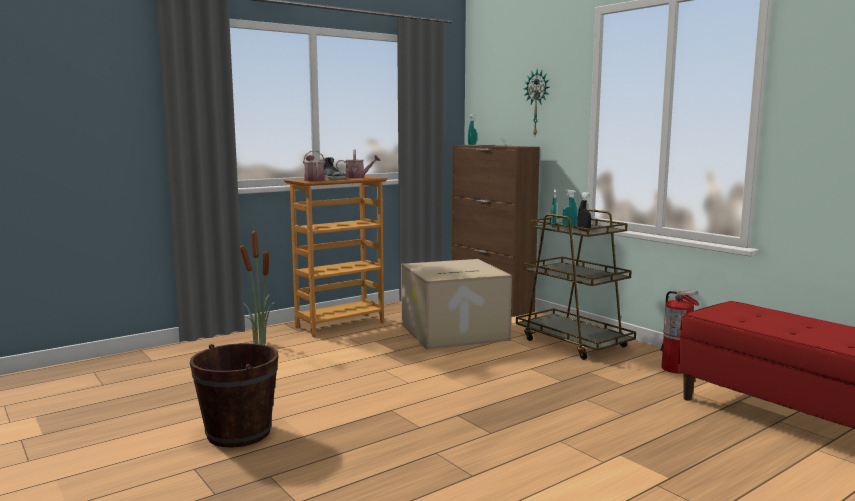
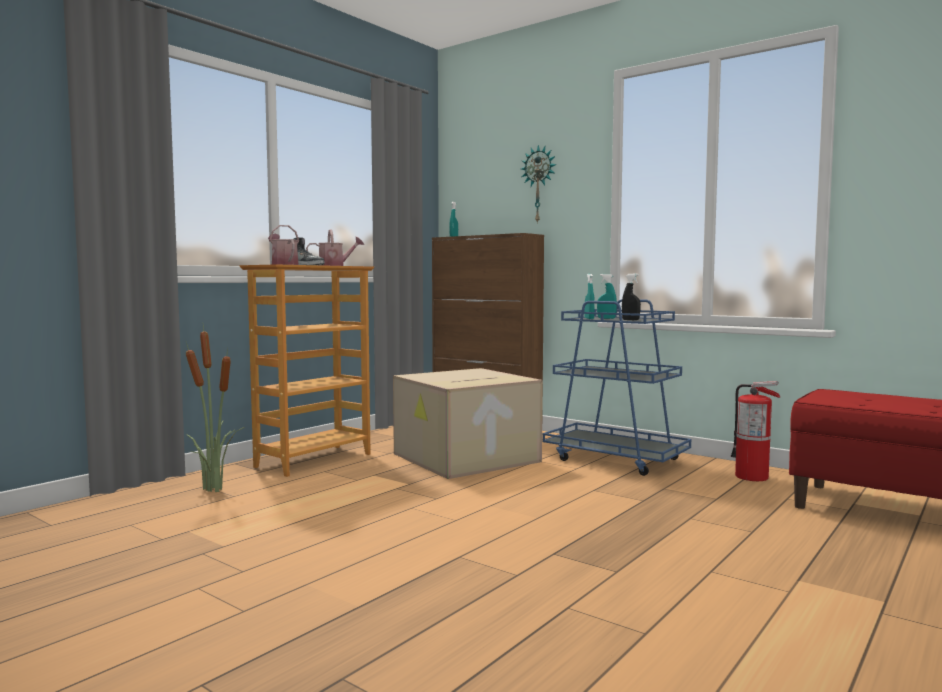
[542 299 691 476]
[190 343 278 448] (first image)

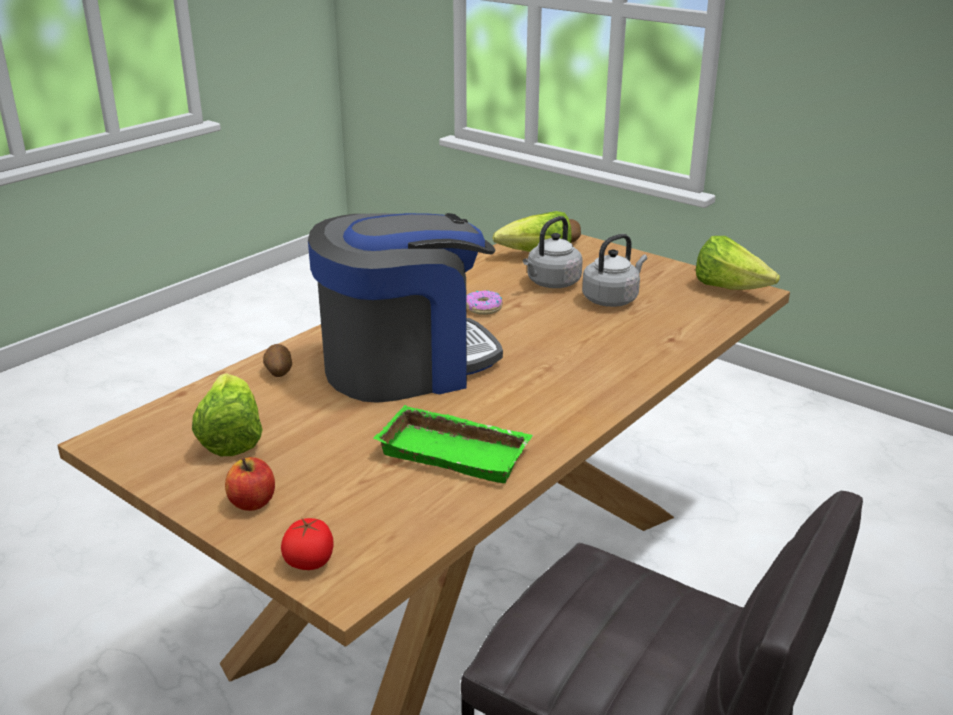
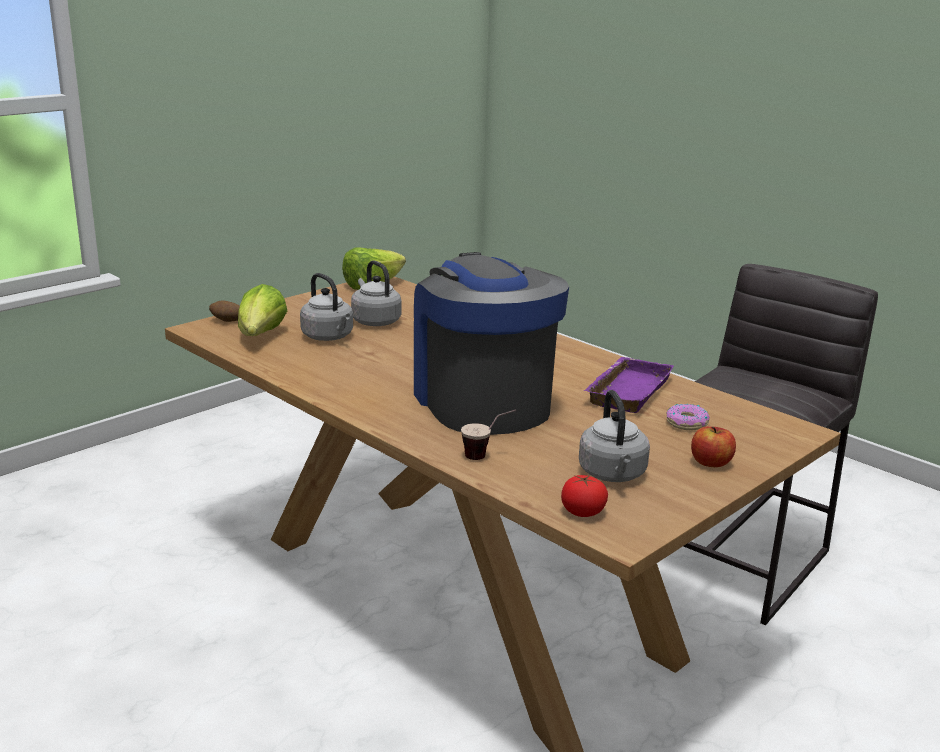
[666 403 710 430]
[461 409 516 460]
[579 390 650 482]
[584 357 674 413]
[561 475 608 517]

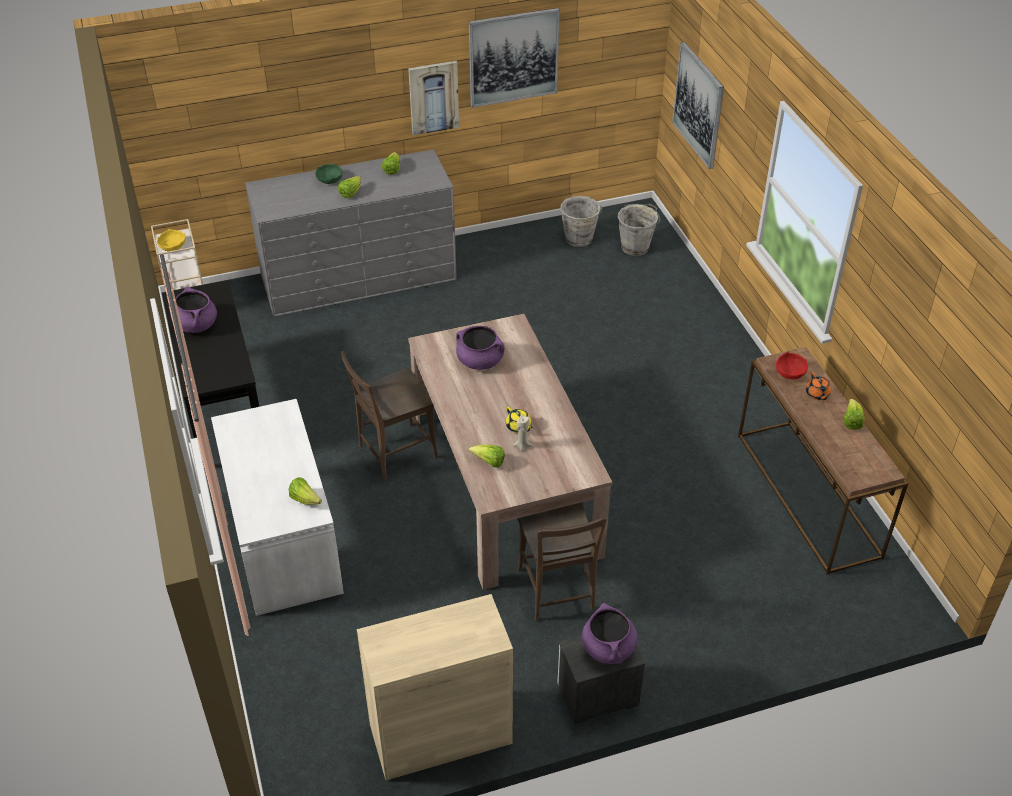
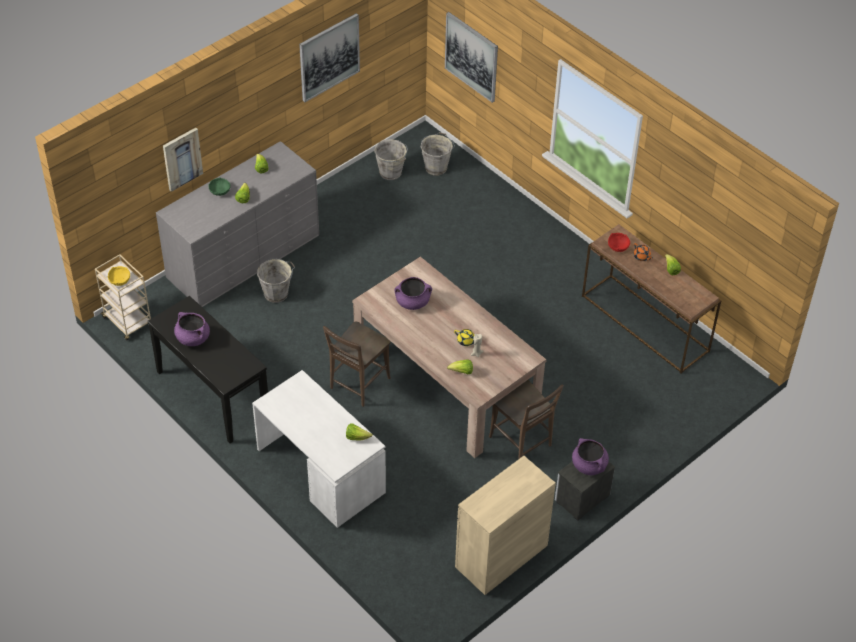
[163 128 203 192]
[257 258 295 303]

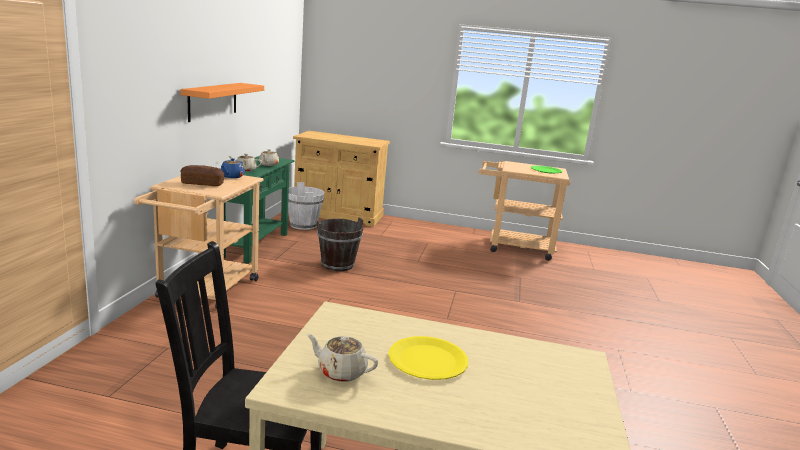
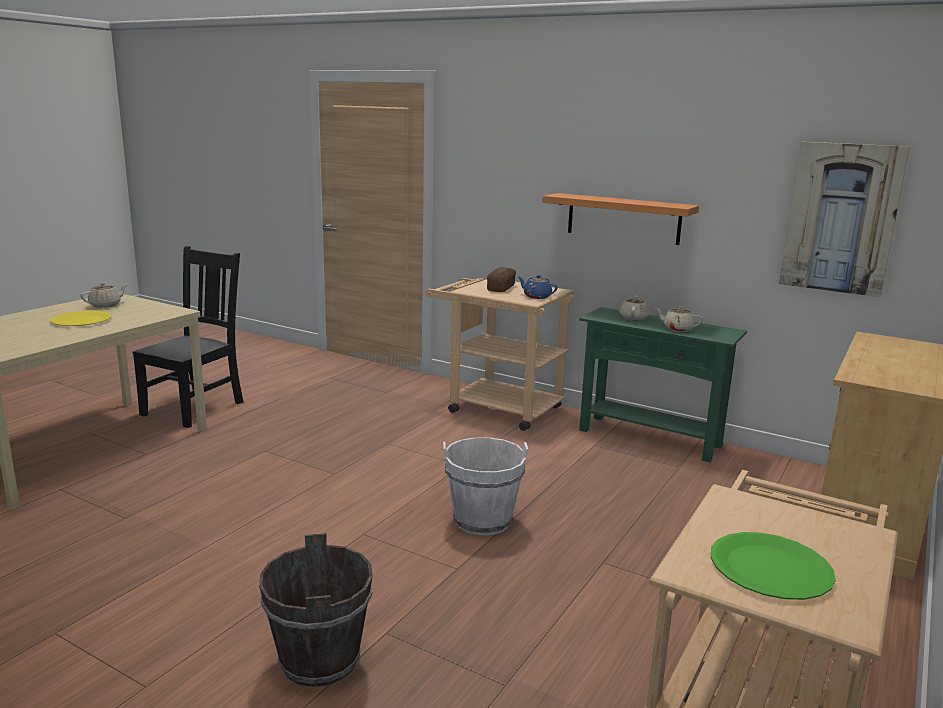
[443 437 528 535]
[259 533 373 687]
[779 142 910 297]

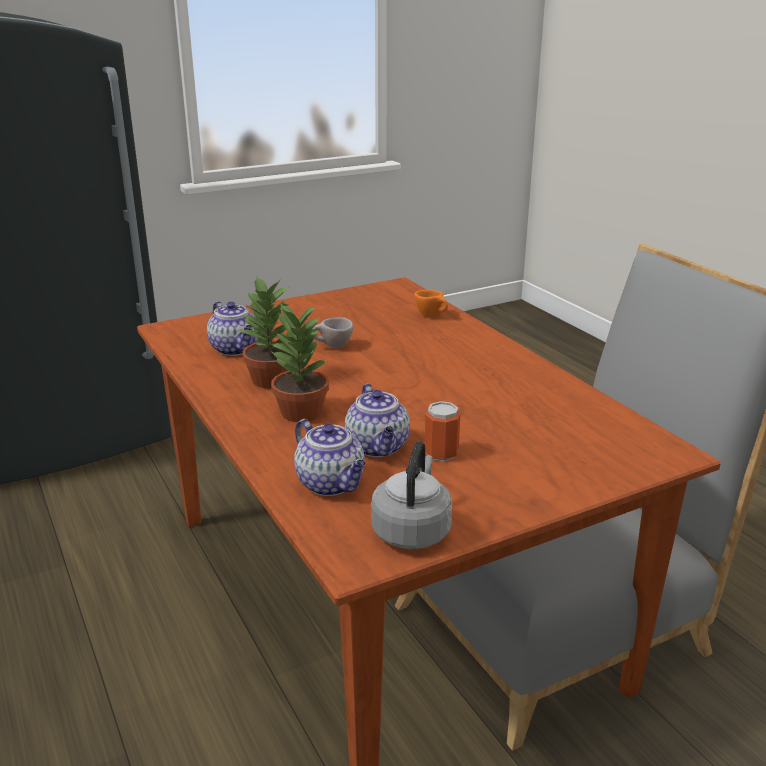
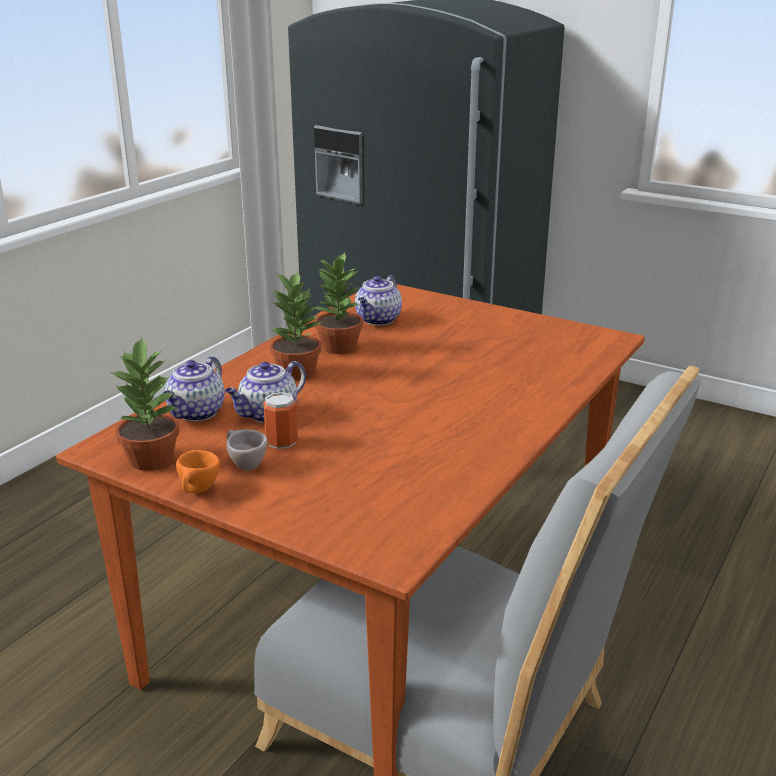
[176 450 220 494]
[226 430 268 471]
[110 337 179 471]

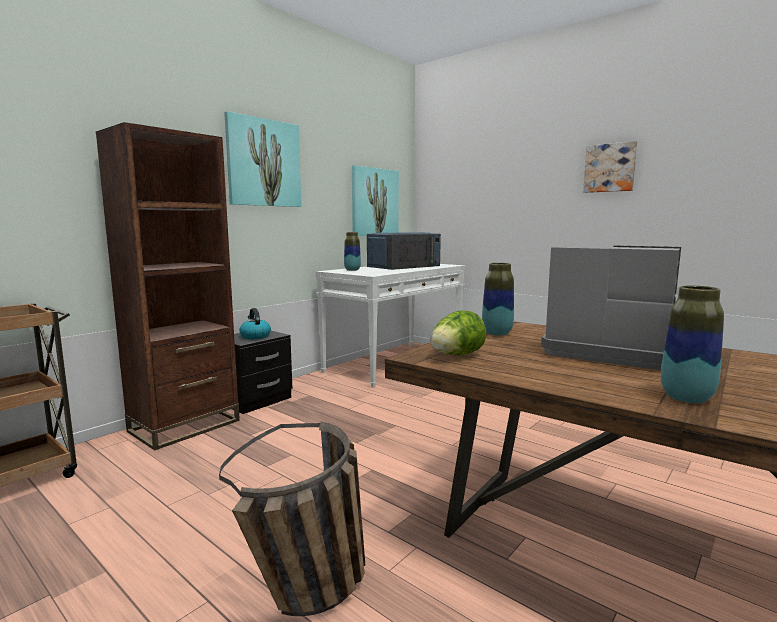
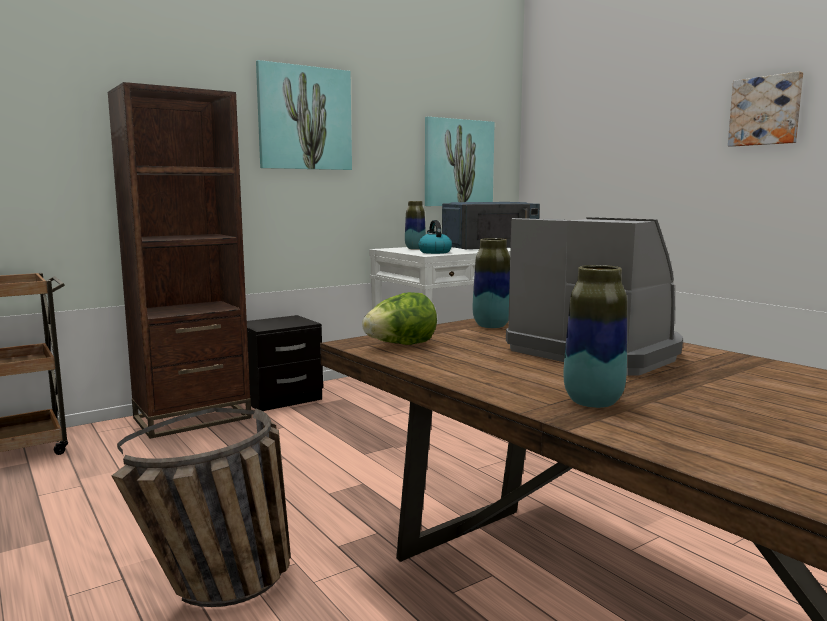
[418 220 452 254]

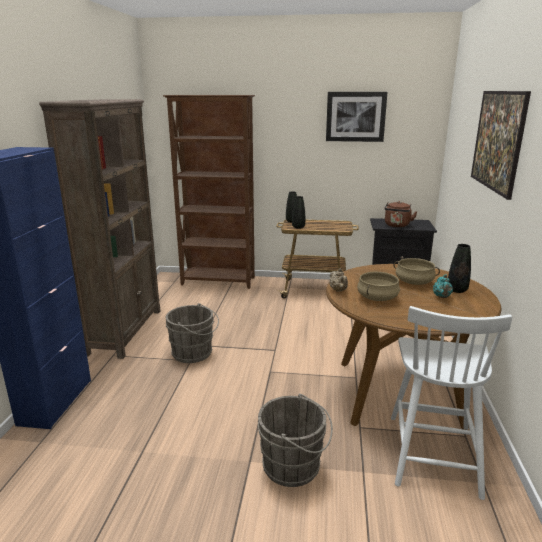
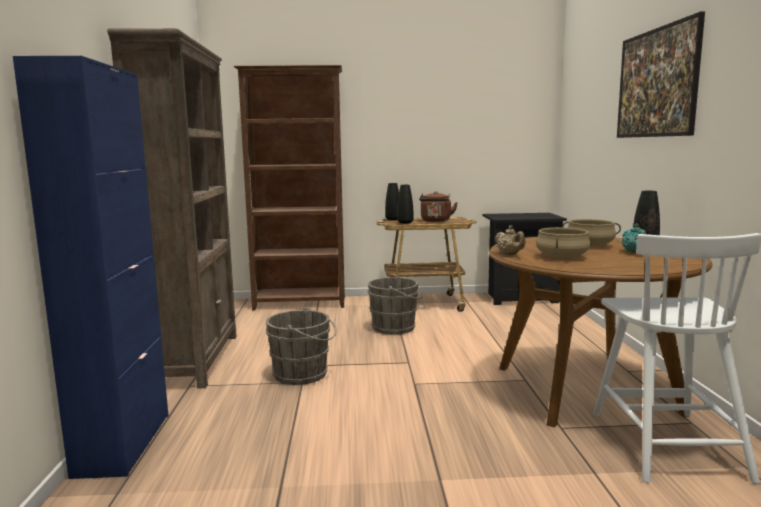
[326 92 388 142] (first image)
[419 191 458 222]
[367 275 423 335]

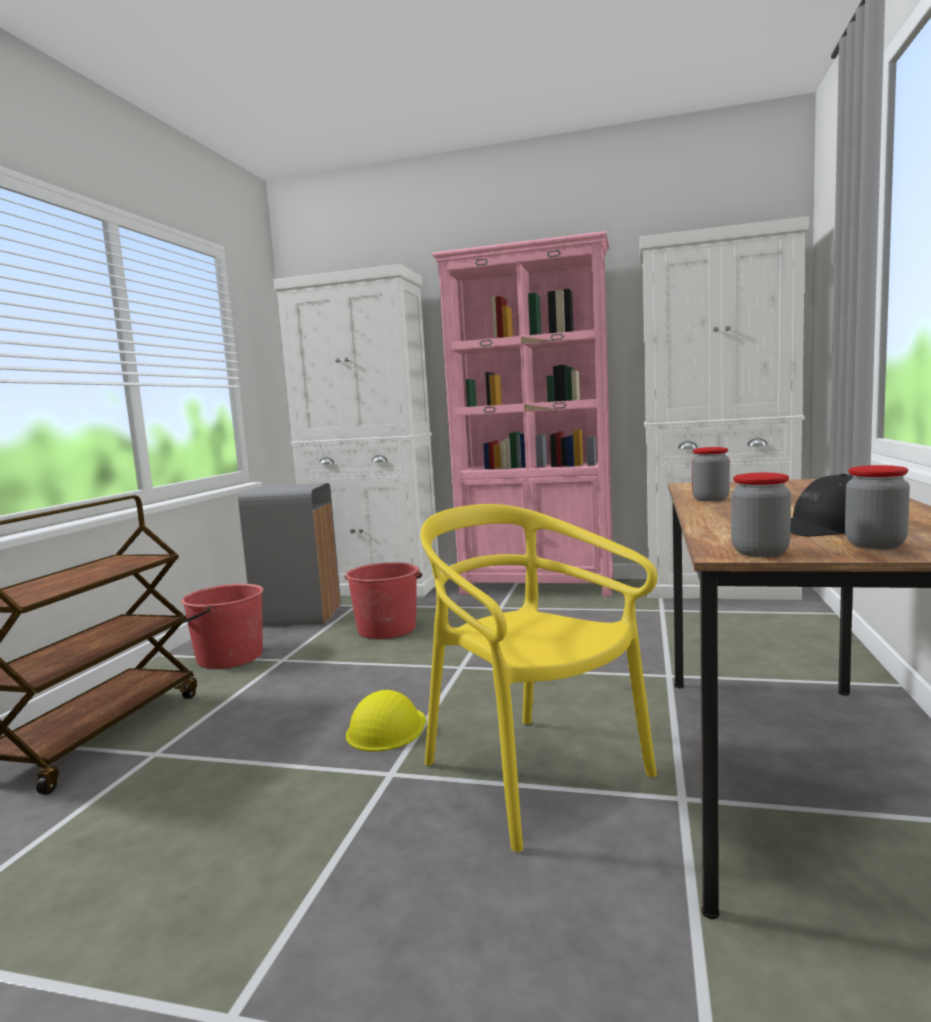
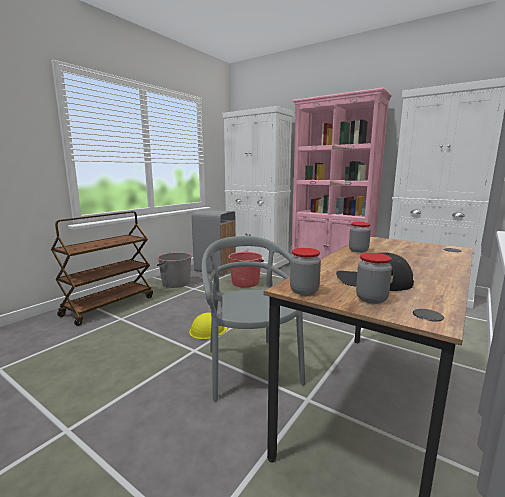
[202 236 306 401]
[157 252 192 288]

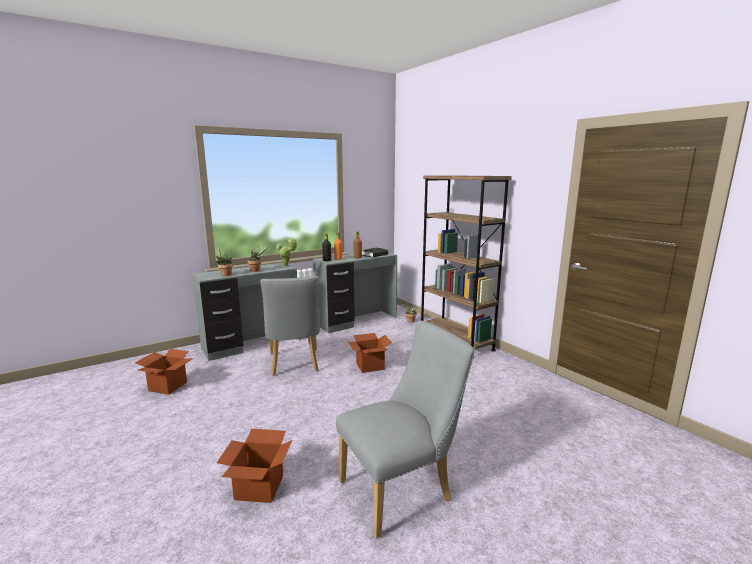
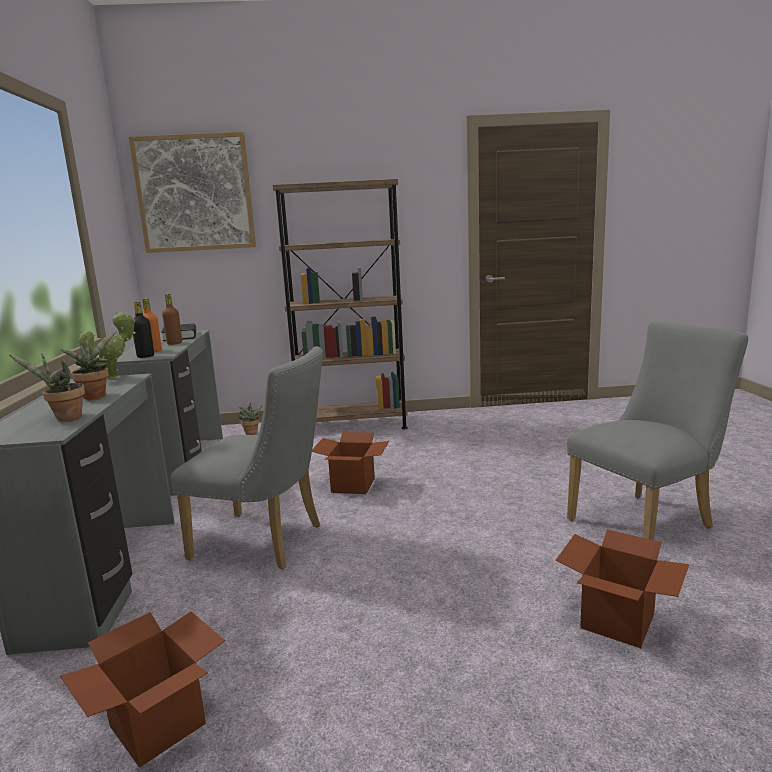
[567 322 749 540]
[129 132 256 253]

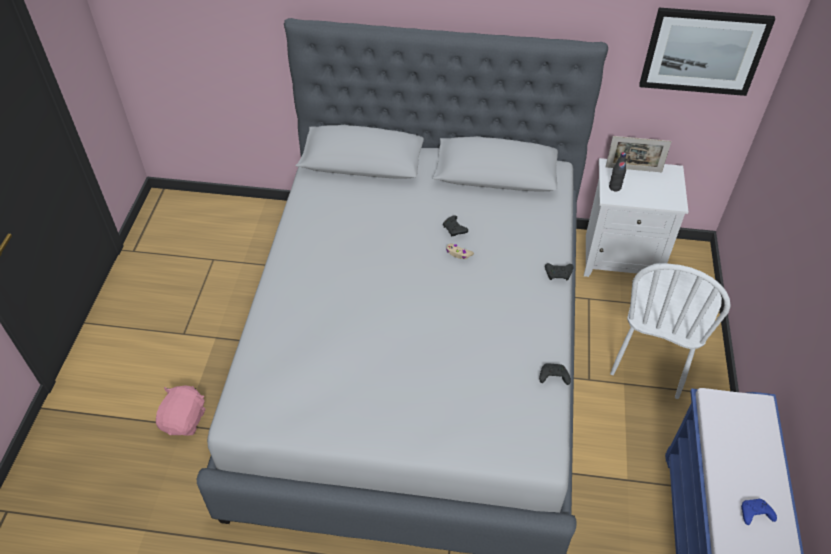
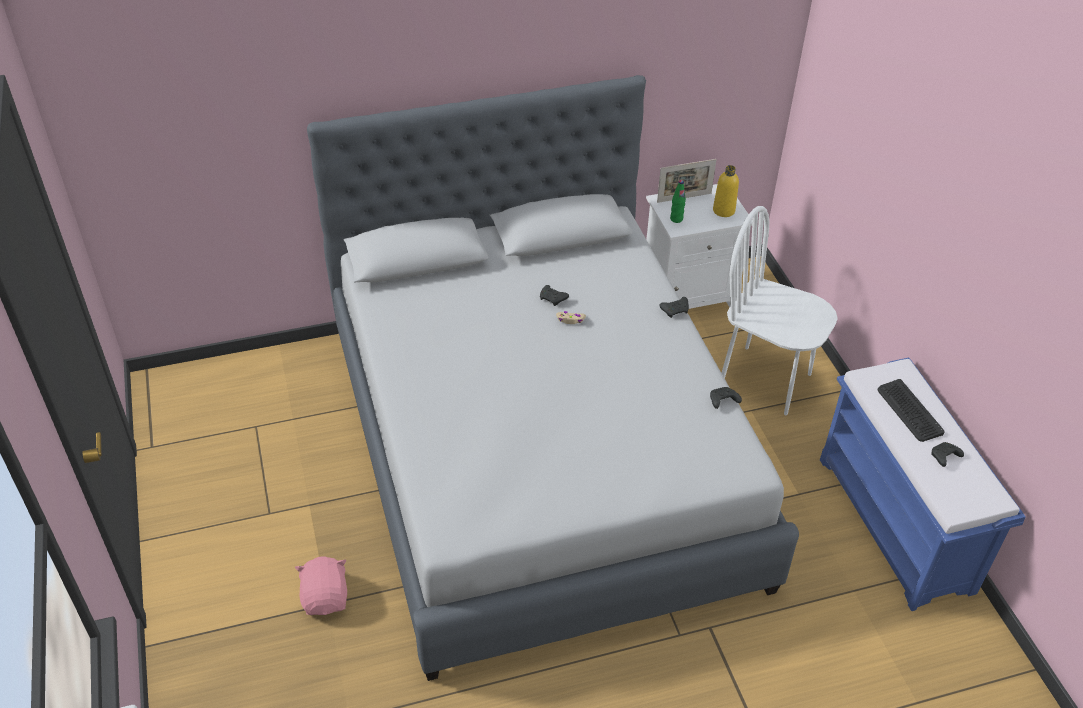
[639 8 775 96] (first image)
[670 180 686 223]
[722 206 838 415]
[931 442 964 467]
[713 165 739 217]
[878 379 945 442]

